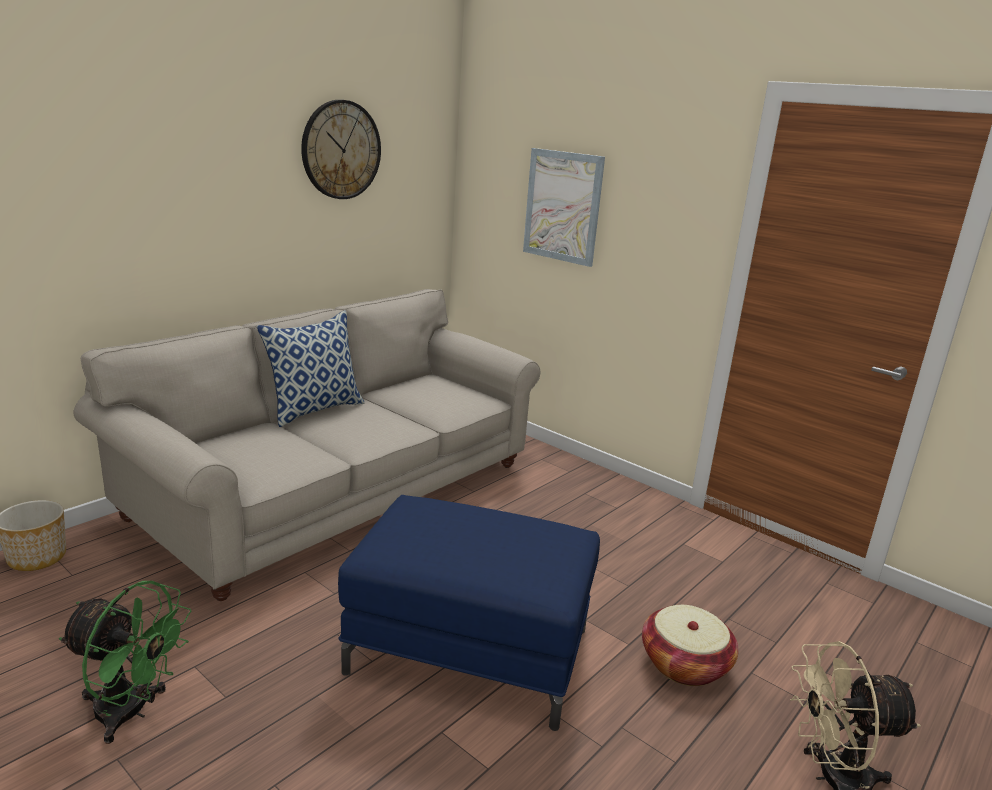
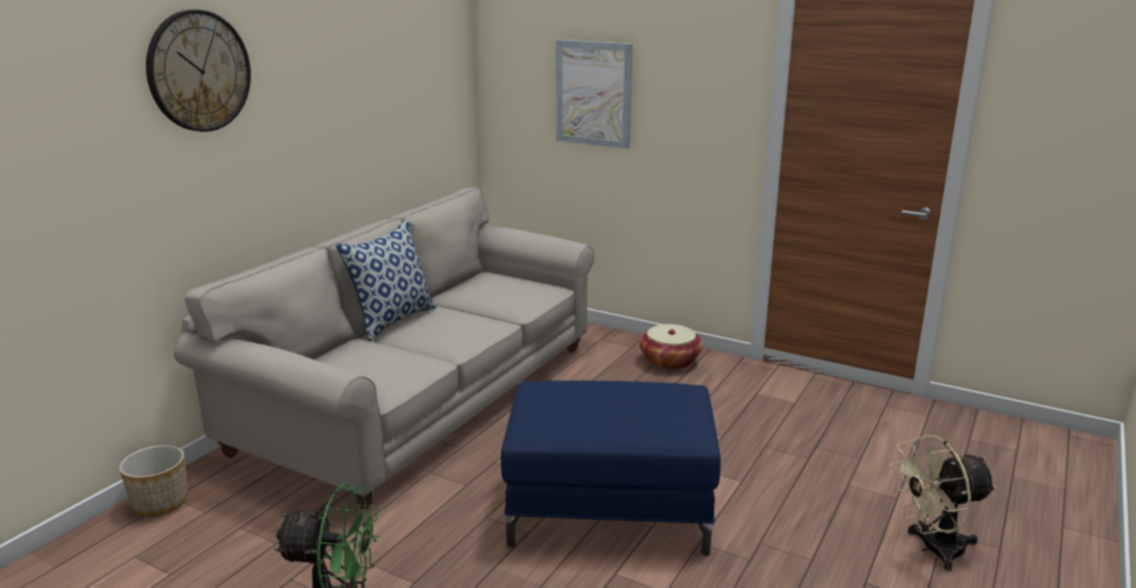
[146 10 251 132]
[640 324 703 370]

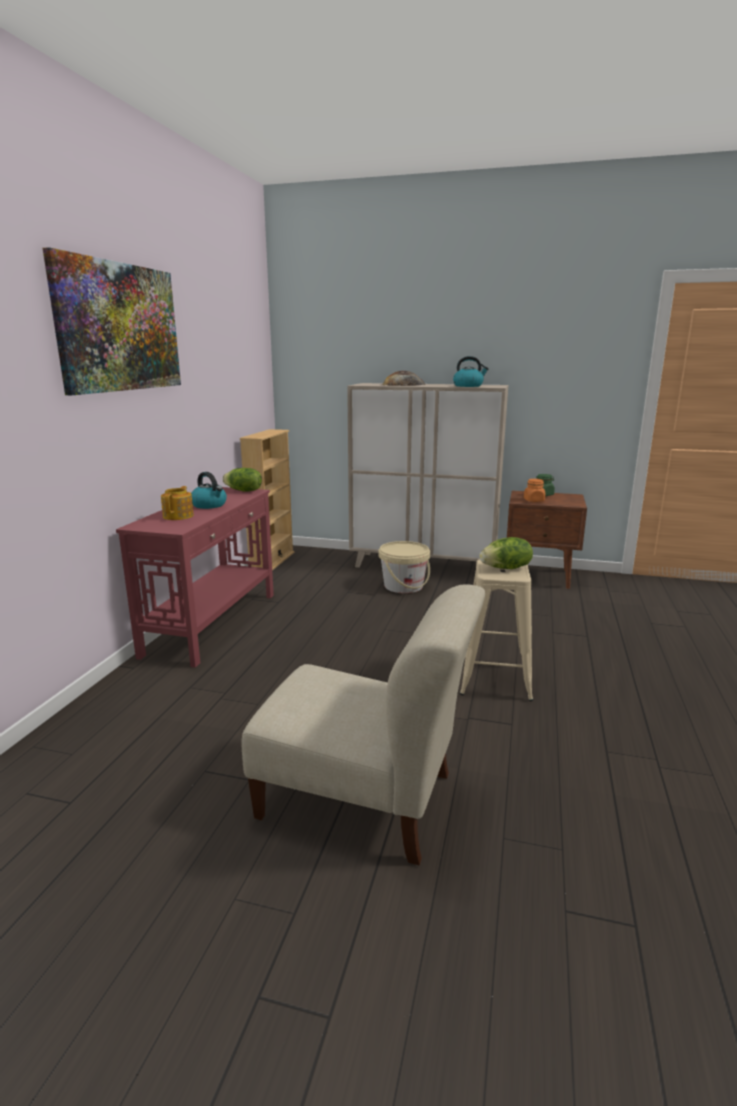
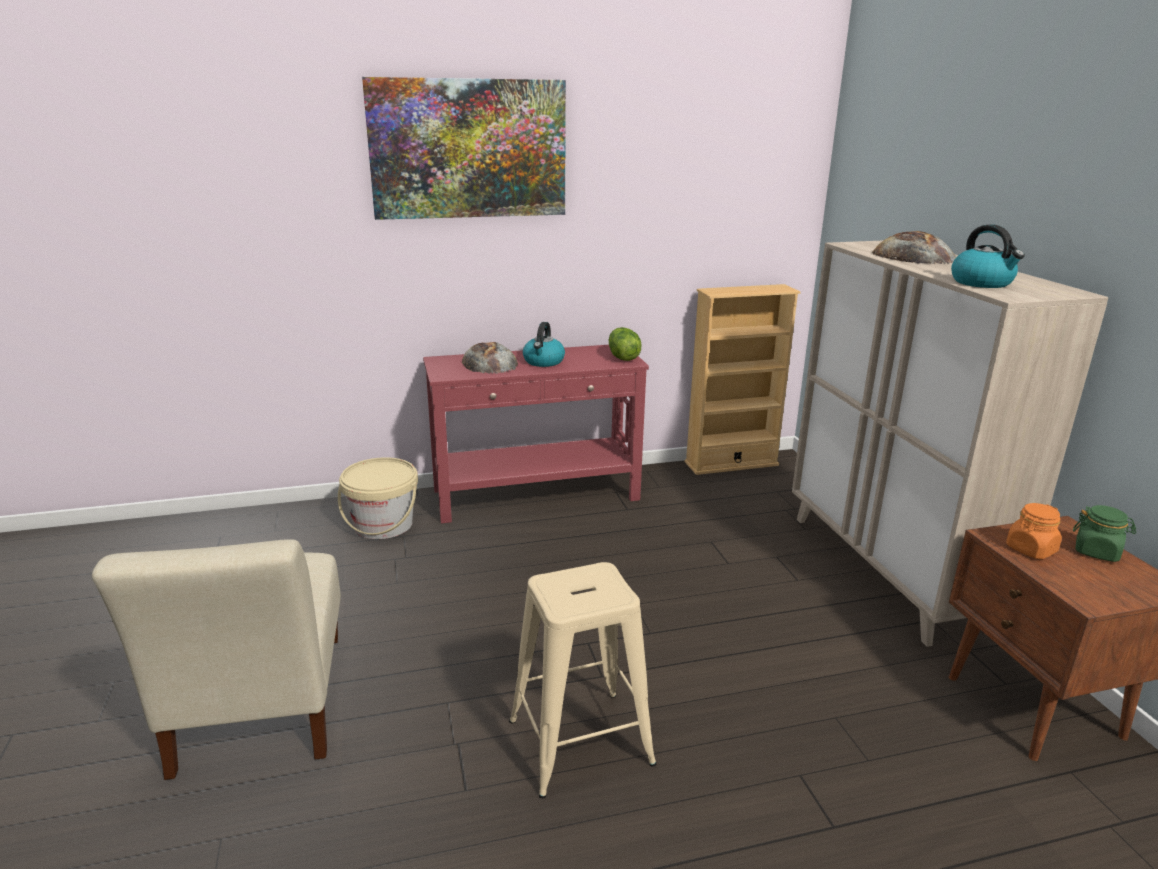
[462 342 518 374]
[480 537 533 569] (first image)
[338 457 418 539]

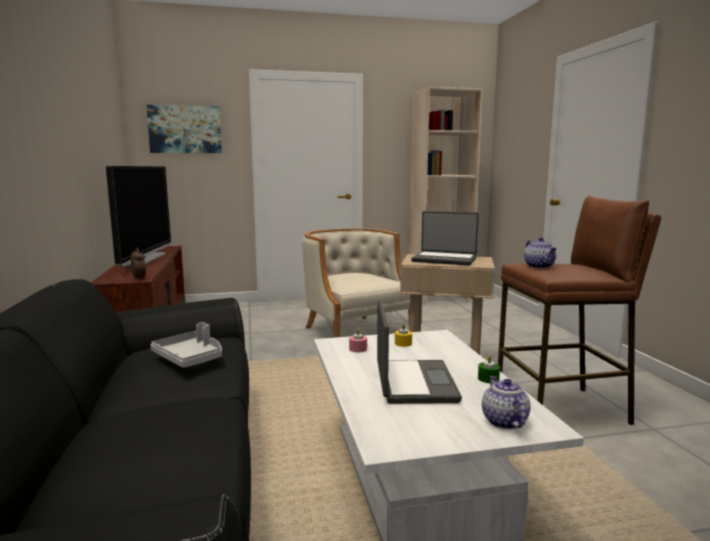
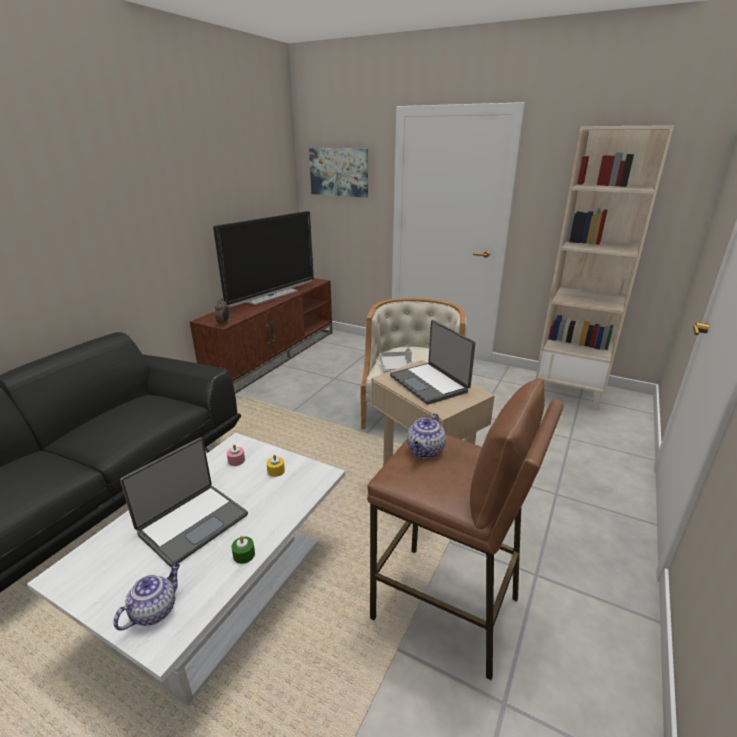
[379 348 413 373]

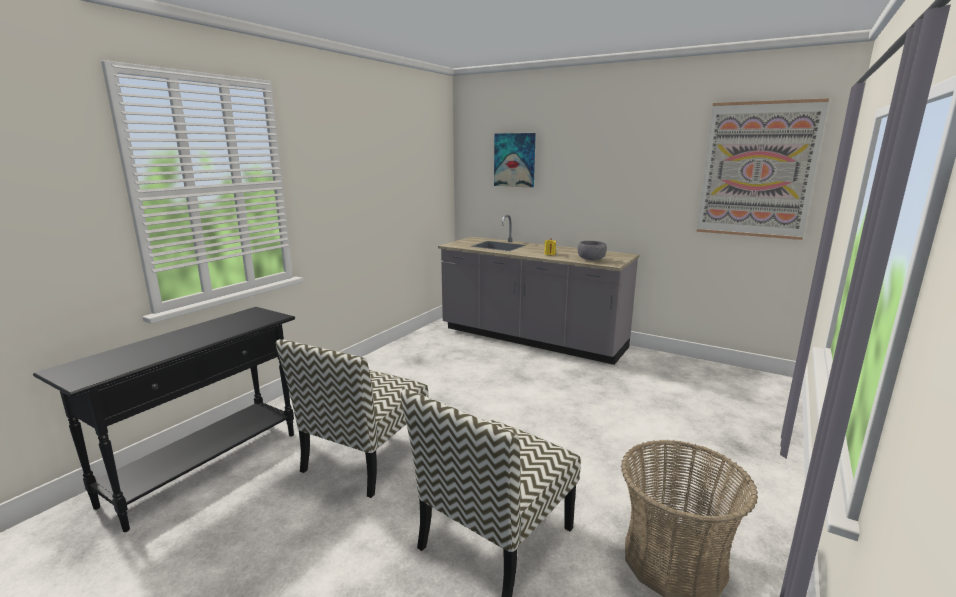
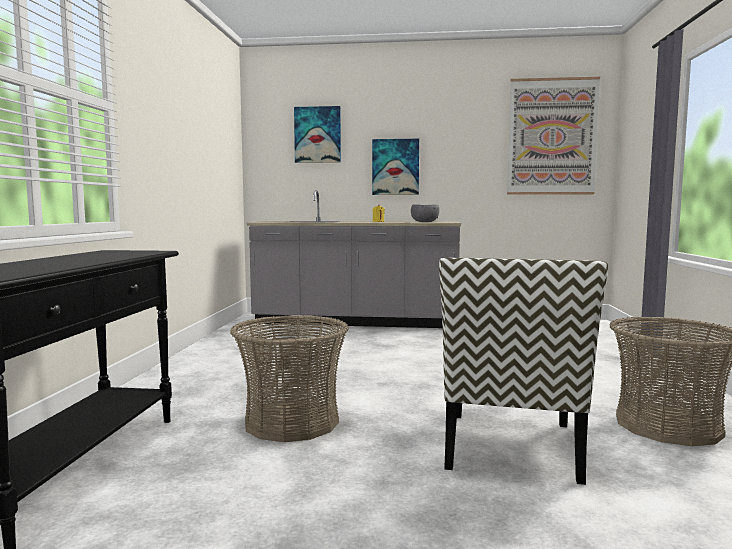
[230 315 349 442]
[372 139 419 195]

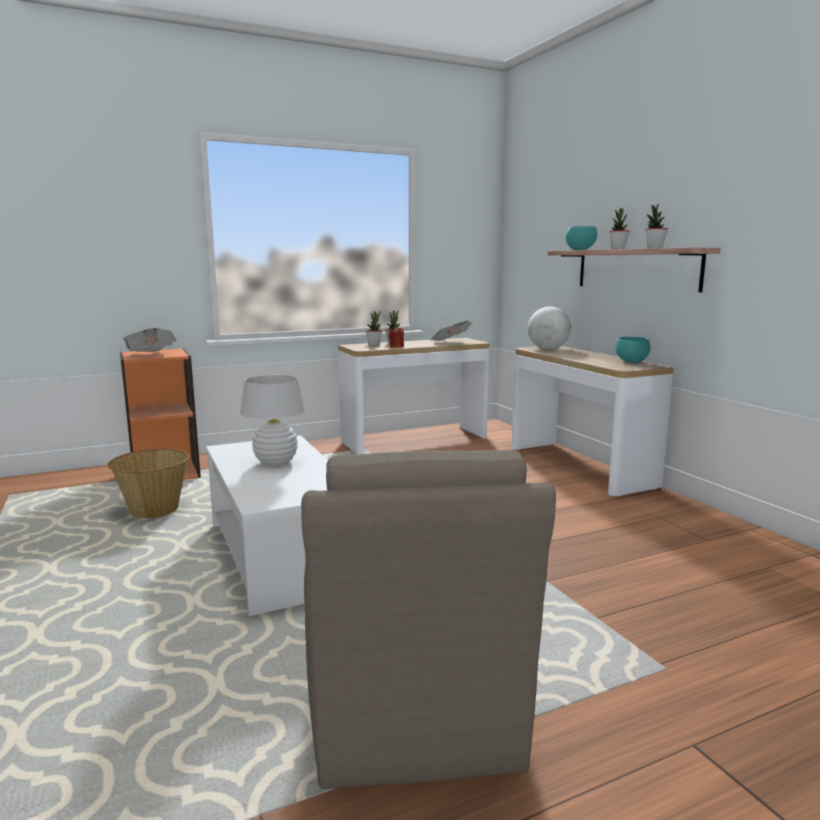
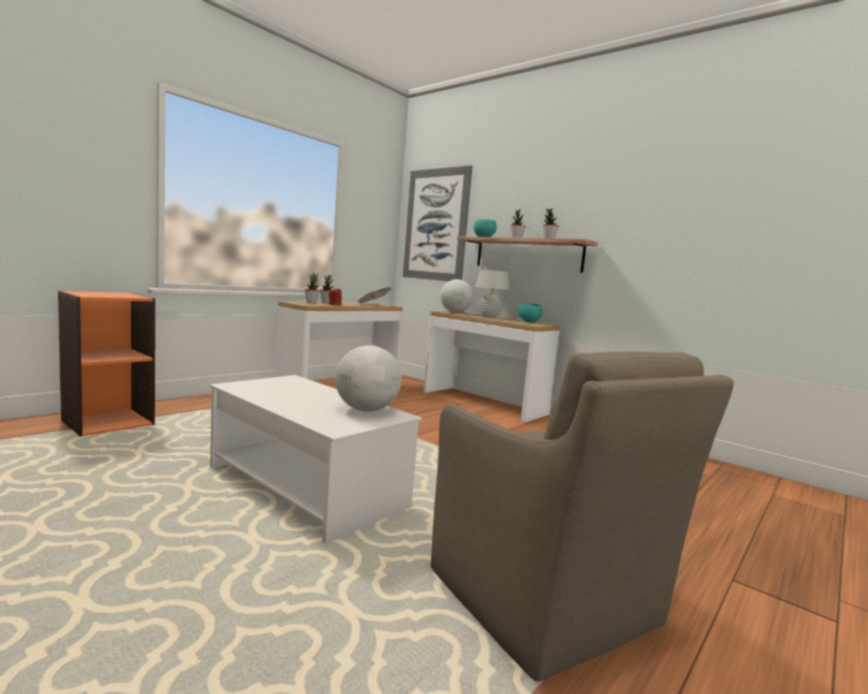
[123 328 177 352] (first image)
[475 270 510 317]
[108 449 189 518] (first image)
[403 165 472 281]
[335 345 402 412]

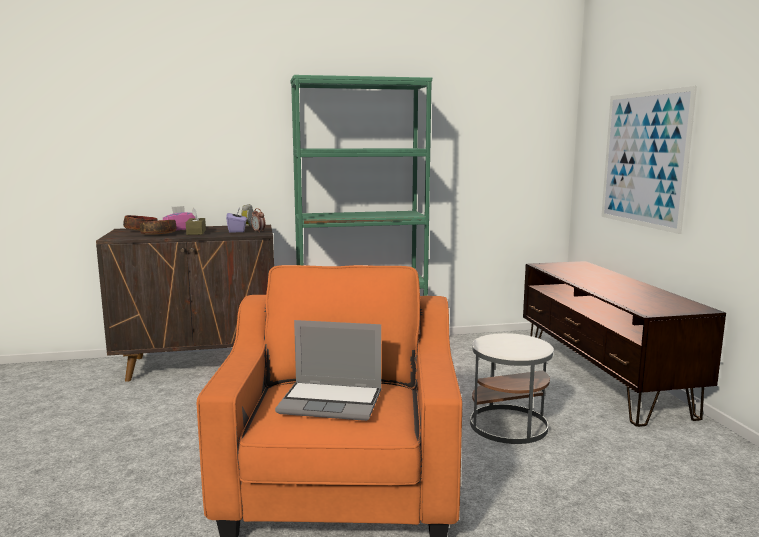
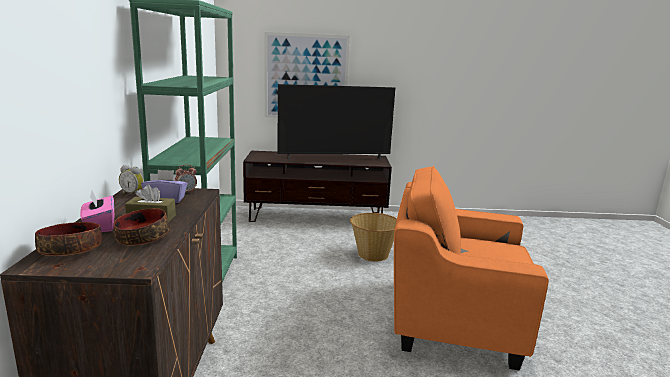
[275 320 381 421] (first image)
[350 213 397 261]
[277 84 395 162]

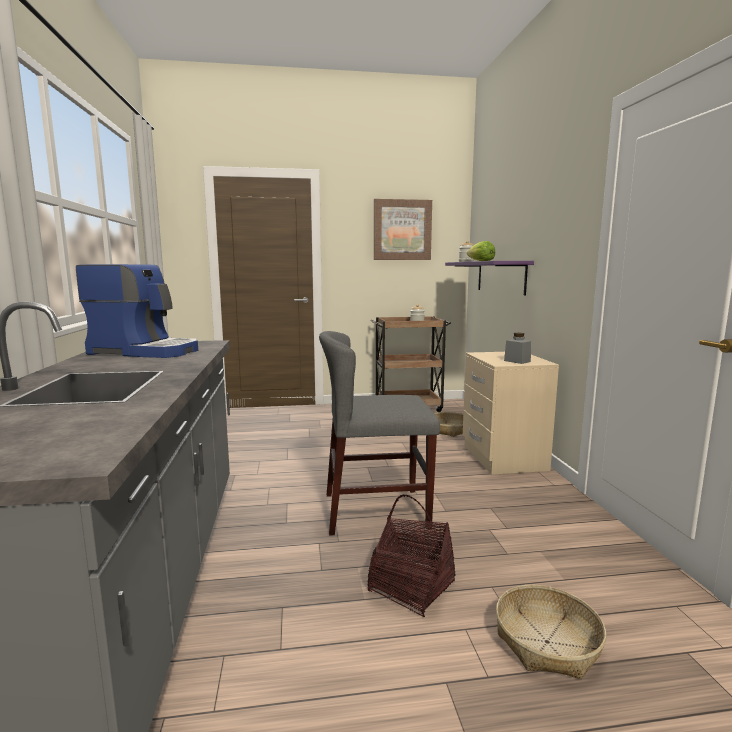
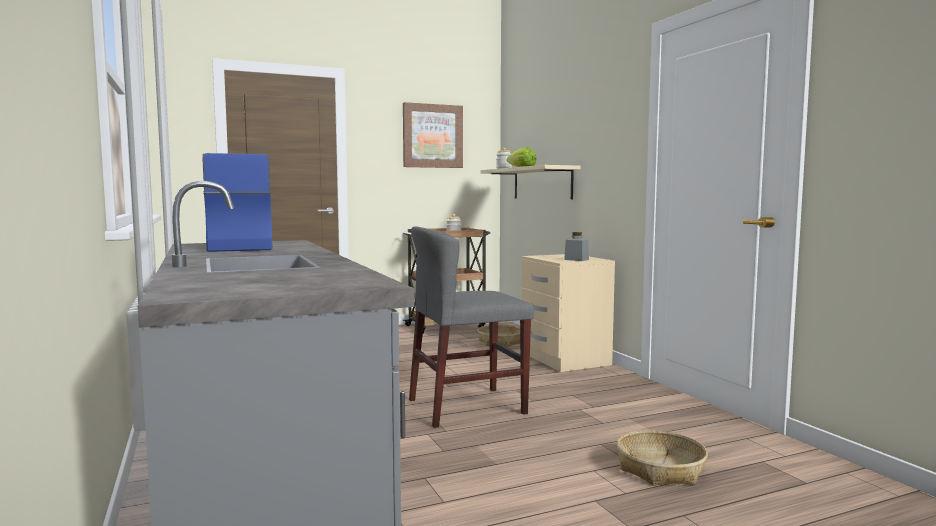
[480 165 580 199]
[202 153 273 252]
[367 495 456 617] (first image)

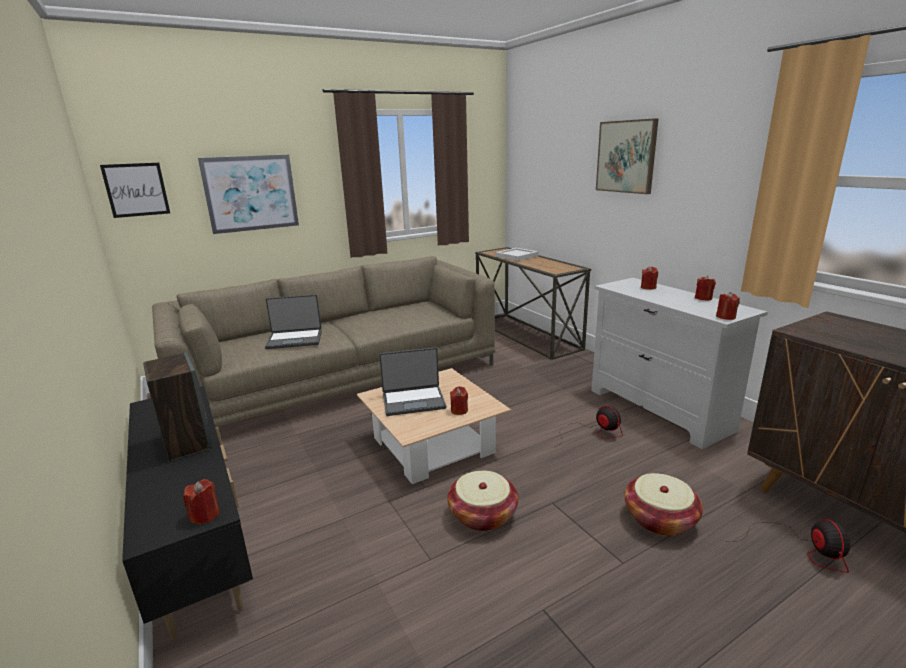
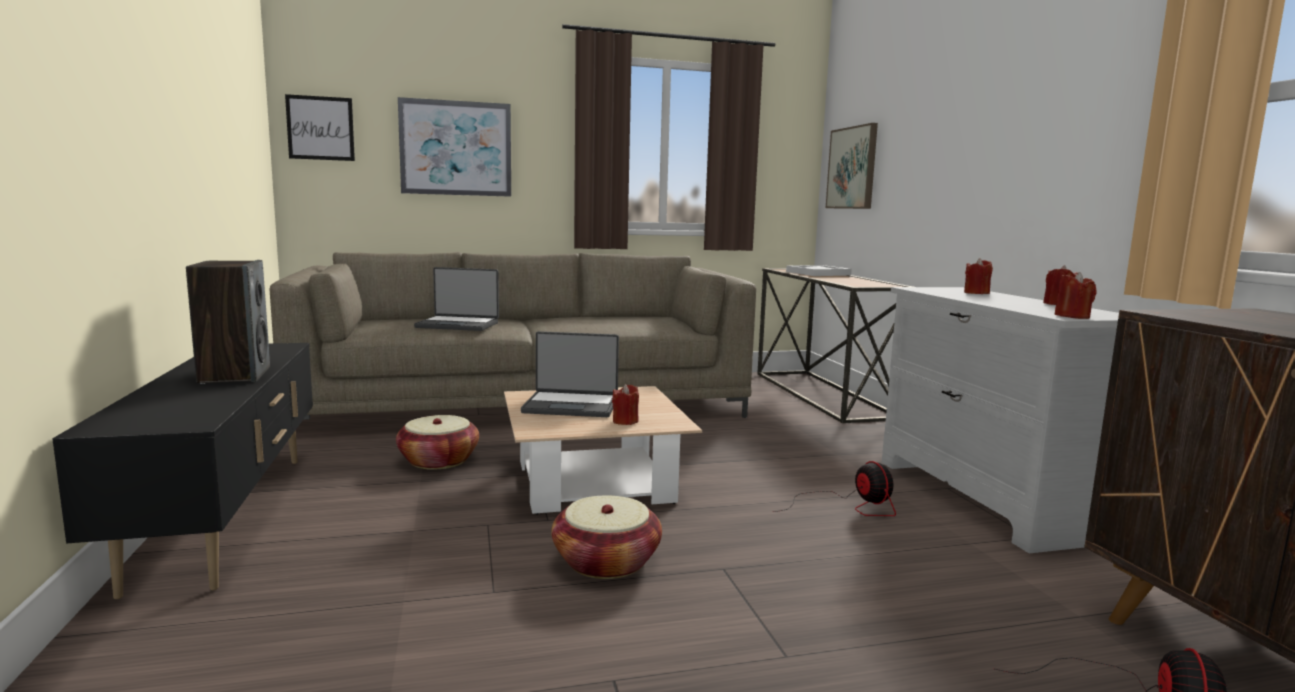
[826 123 878 209]
[396 415 479 470]
[183 479 220 524] (first image)

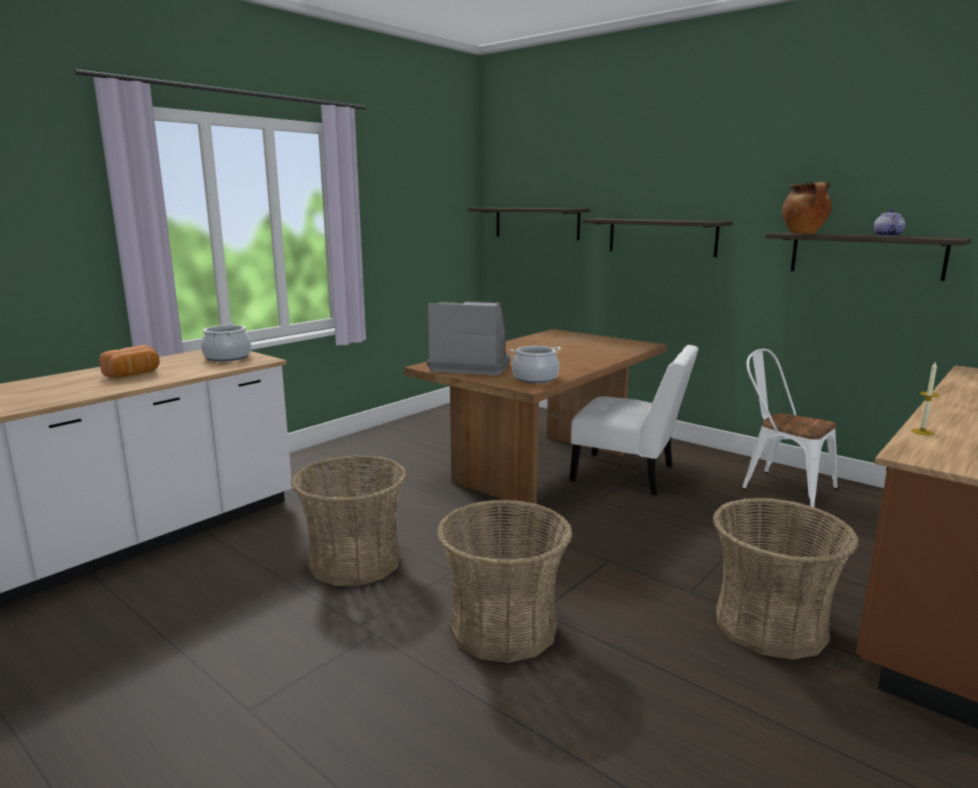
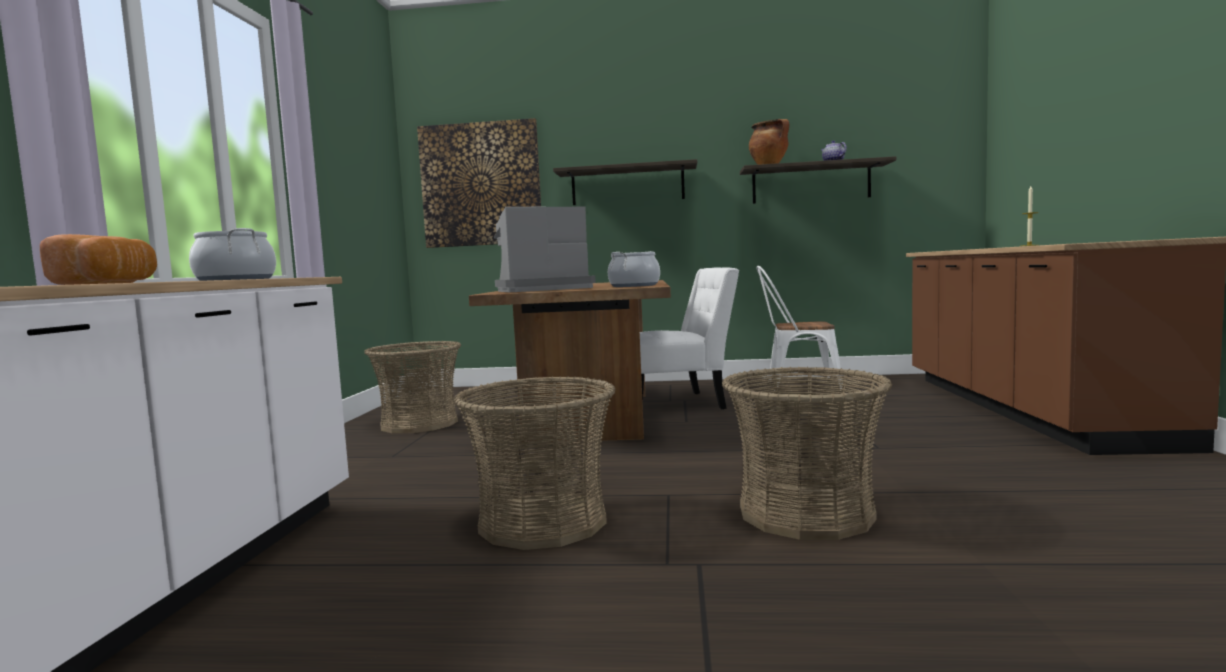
[417 118 541 248]
[364 341 461 433]

